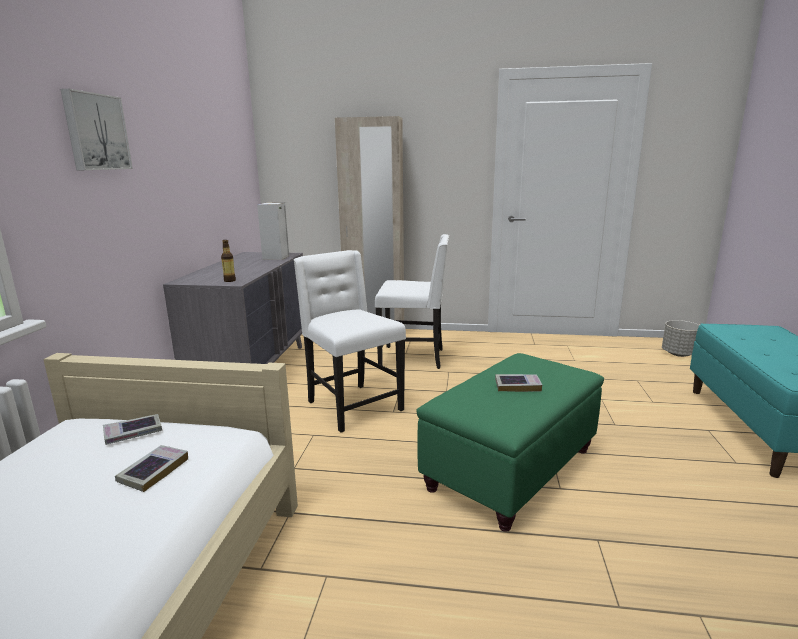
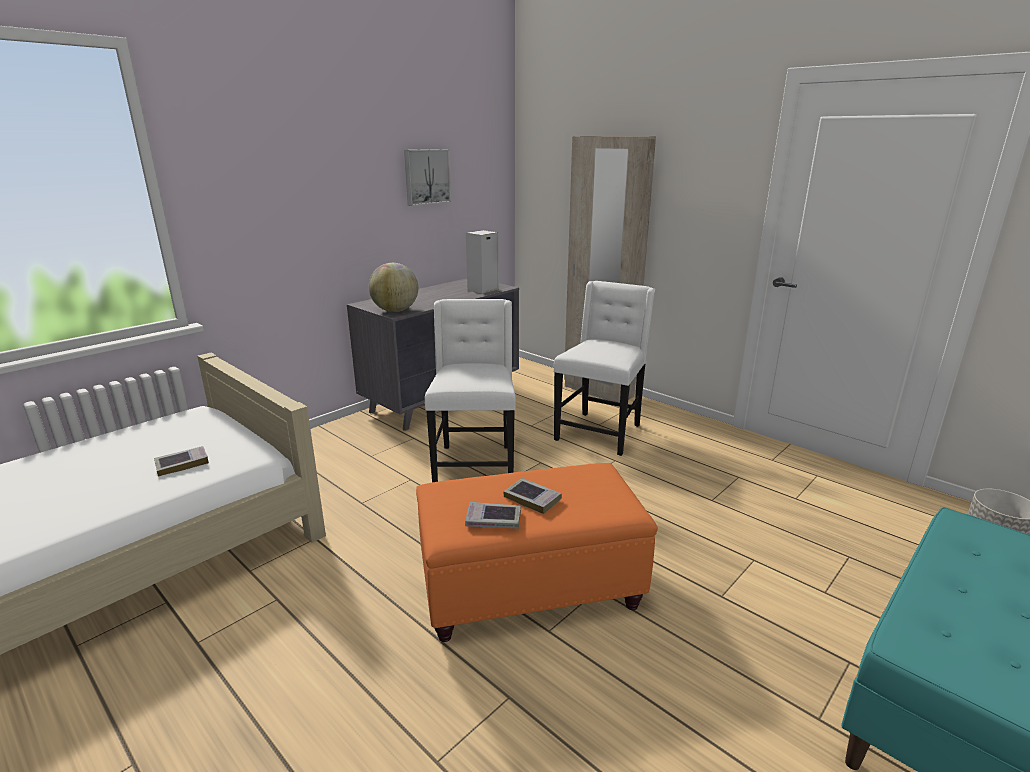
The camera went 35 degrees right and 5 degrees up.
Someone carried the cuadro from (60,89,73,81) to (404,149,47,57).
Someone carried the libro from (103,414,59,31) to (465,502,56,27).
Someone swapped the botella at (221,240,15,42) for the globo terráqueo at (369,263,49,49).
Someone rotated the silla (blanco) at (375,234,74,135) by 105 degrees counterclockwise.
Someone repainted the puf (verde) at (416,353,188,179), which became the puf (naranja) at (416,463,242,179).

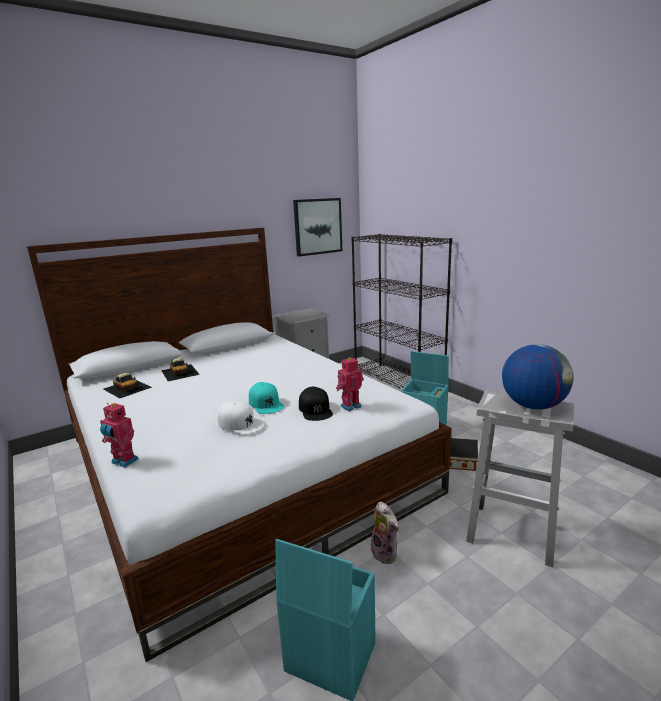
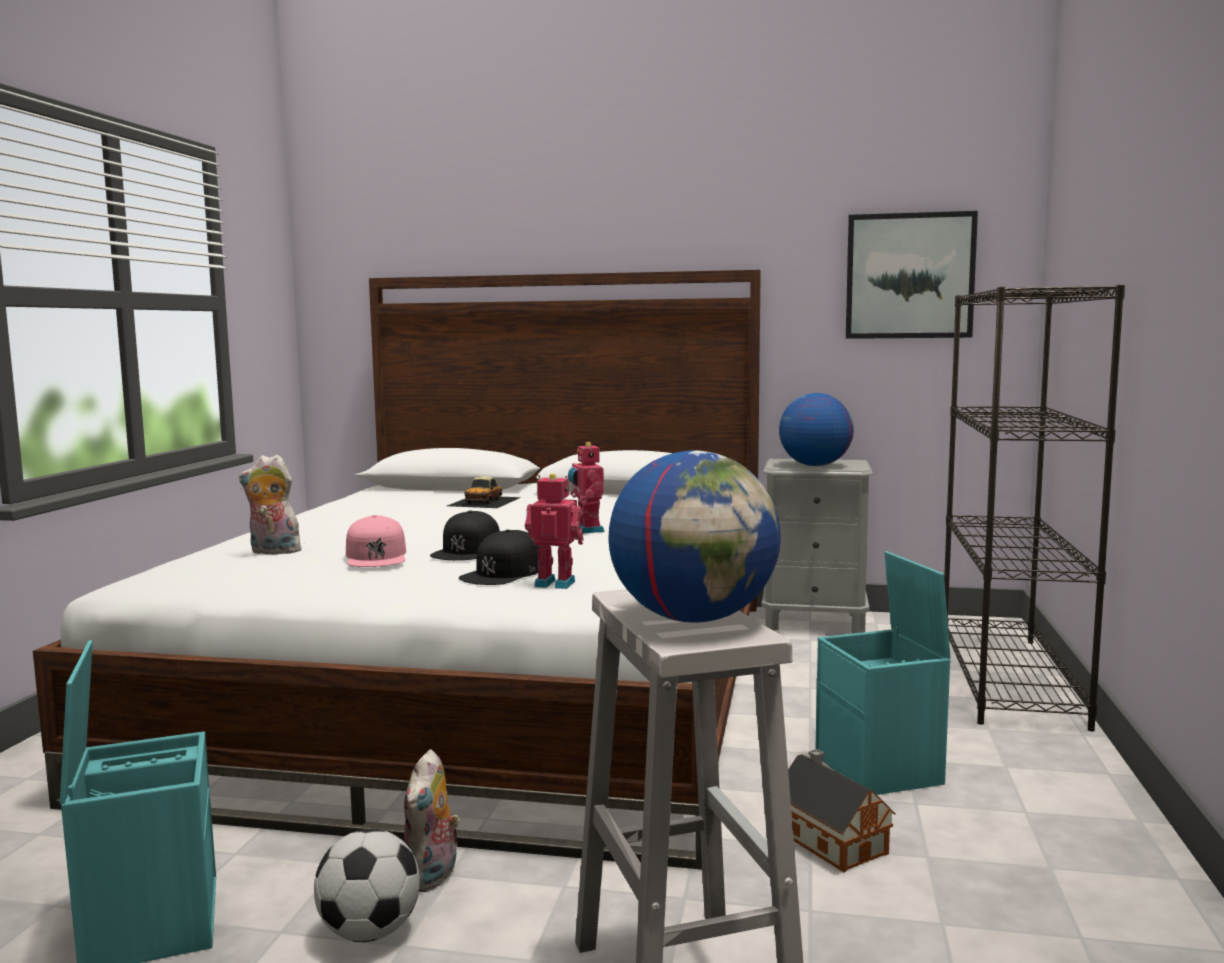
The camera went 45 degrees right and 10 degrees down.
Someone carried the robot de juguete from (100,403,39,65) to (568,442,37,91).
Someone took away the coche de juguete at (103,373,49,25).
Someone repainted the gorra (blanco) at (218,401,47,33), which became the gorra (rosa) at (346,515,60,52).
Someone repainted the gorra (turquesa) at (249,382,35,32), which became the gorra (negro) at (430,511,70,49).
Someone put down the peluche at (239,455,62,99).
Someone put down the balón de fútbol at (314,829,106,113).
Someone put down the globo terráqueo at (779,393,75,73).

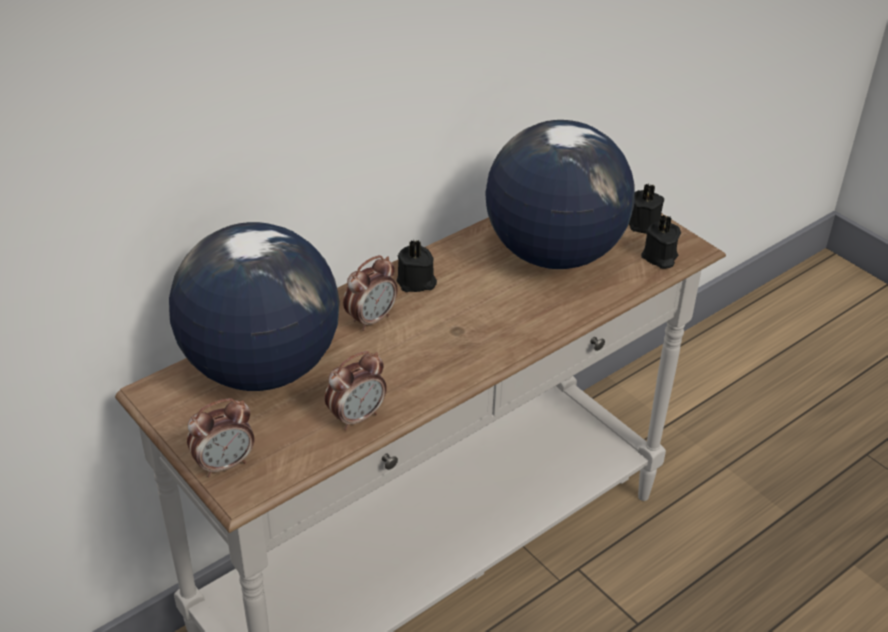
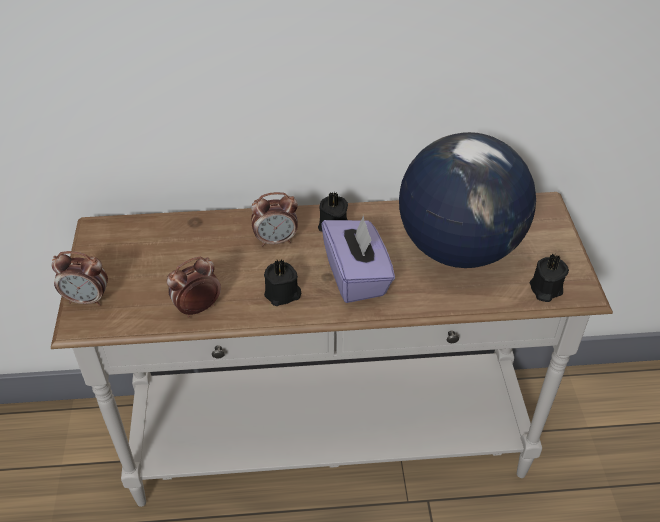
The camera went 35 degrees right and 5 degrees up.
Someone took away the globo terráqueo at (169,222,171,169).
Someone rotated the despertador at (324,351,63,79) by 150 degrees clockwise.
Someone carried the vela (negro) from (629,183,35,51) to (264,260,37,46).
Someone put down the caja de pañuelos (morado) at (321,215,74,88).

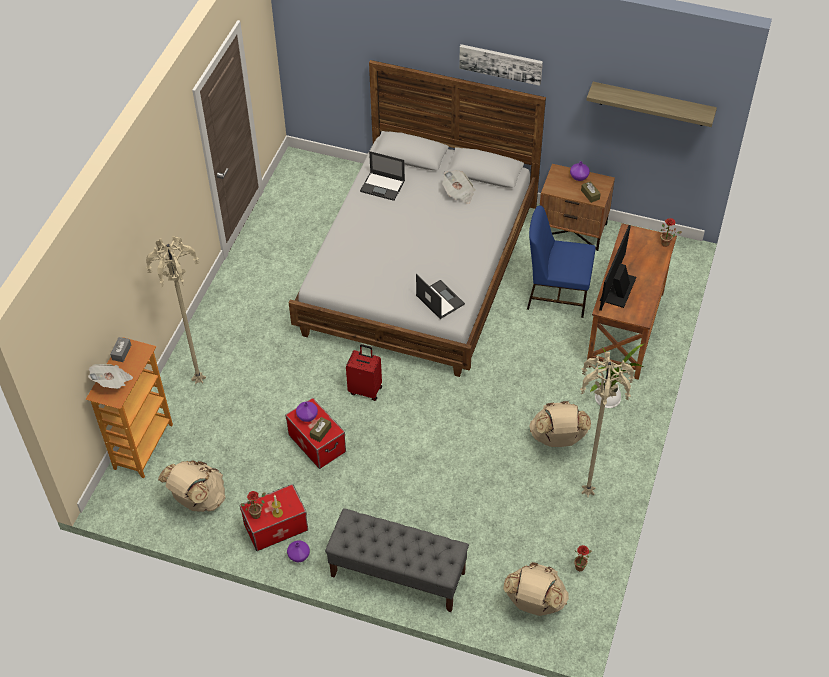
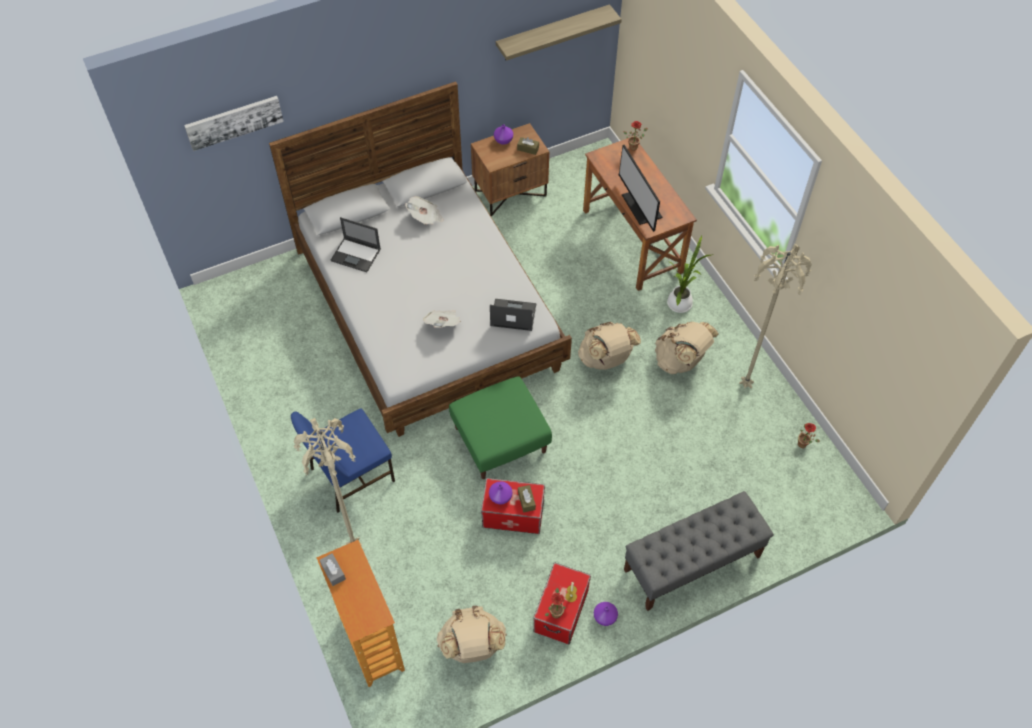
The camera went 45 degrees left and 5 degrees up.
Someone carried the periódico from (88,364,45,25) to (423,310,38,18).
Someone swapped the maleta (rojo) at (346,344,36,57) for the puf (verde) at (449,376,103,103).
Someone rotated the portátil at (360,151,45,50) by 45 degrees clockwise.
Someone carried the cuadro from (459,44,84,42) to (184,96,100,55).
Someone carried the mochila (beis) from (503,562,66,54) to (578,322,63,48).
Someone carried the silla (azul) from (527,206,69,112) to (291,409,104,104).

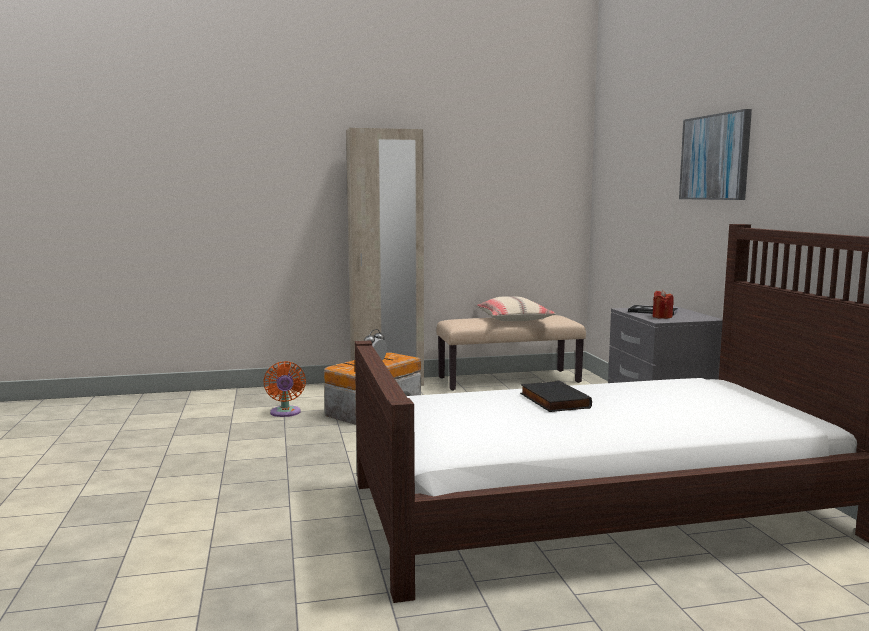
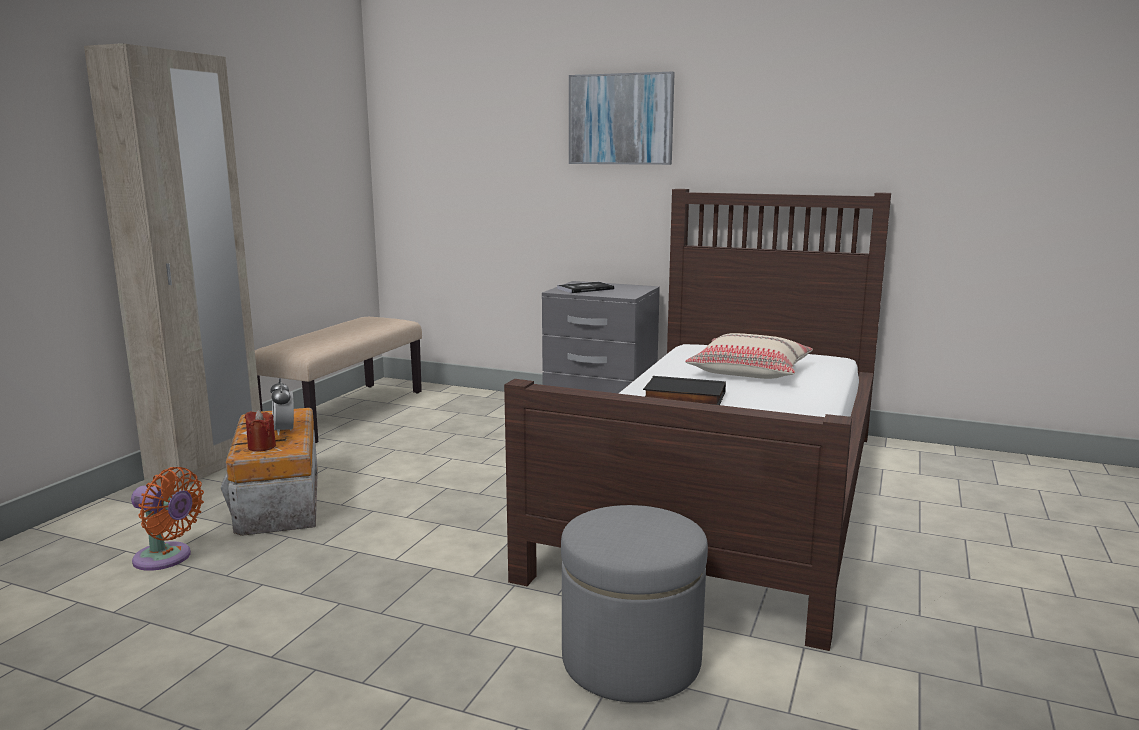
The camera went 55 degrees left and 5 degrees up.
Someone carried the cojín (beis) from (477,296,79,25) to (685,333,128,46).
Someone carried the vela (rojo) from (653,290,21,29) to (245,410,31,42).
Someone put down the puf (gris) at (561,505,147,198).

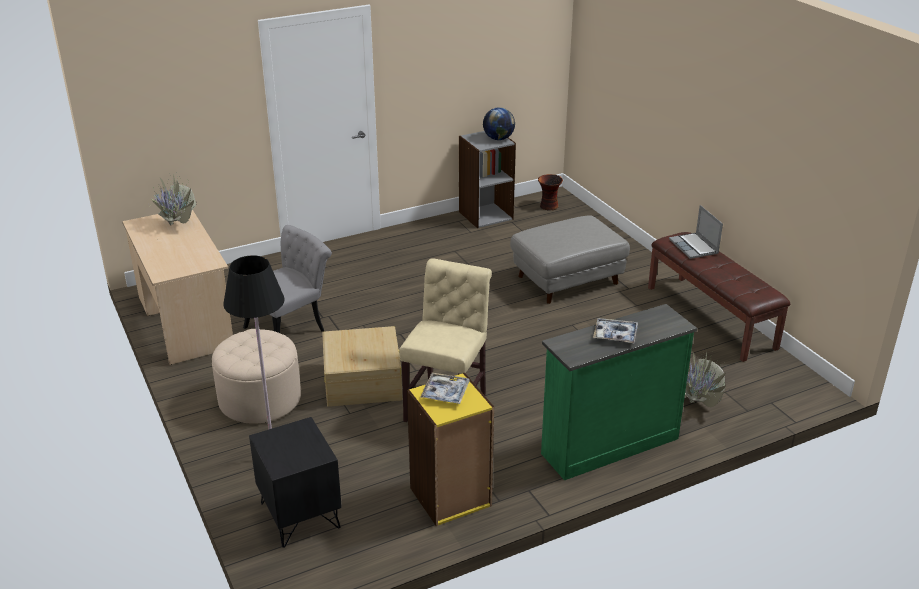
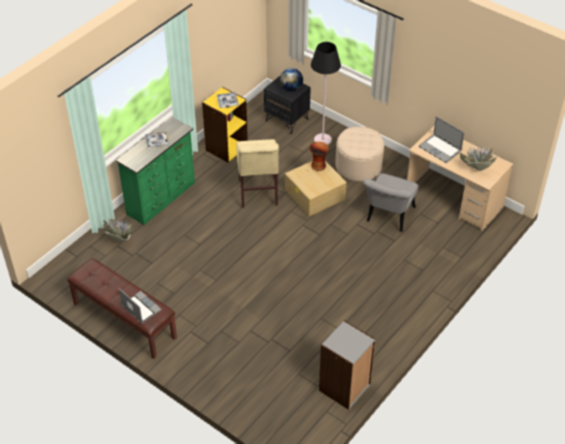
The camera went 155 degrees right and 15 degrees up.
Someone carried the globo terráqueo from (483,107,32,33) to (280,68,23,24).
Someone took away the puf (gris) at (510,215,120,89).
Someone carried the florero from (538,174,25,36) to (309,142,20,29).
Someone put down the portátil at (419,116,46,47).

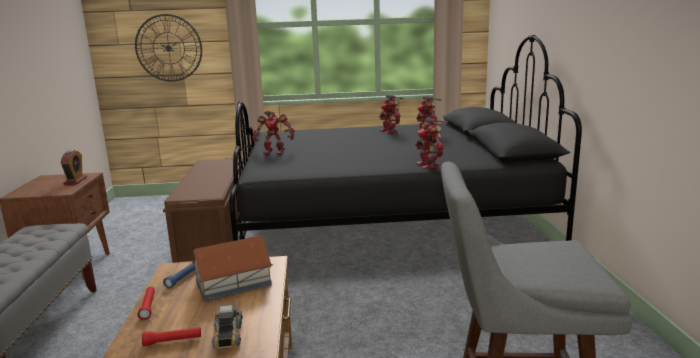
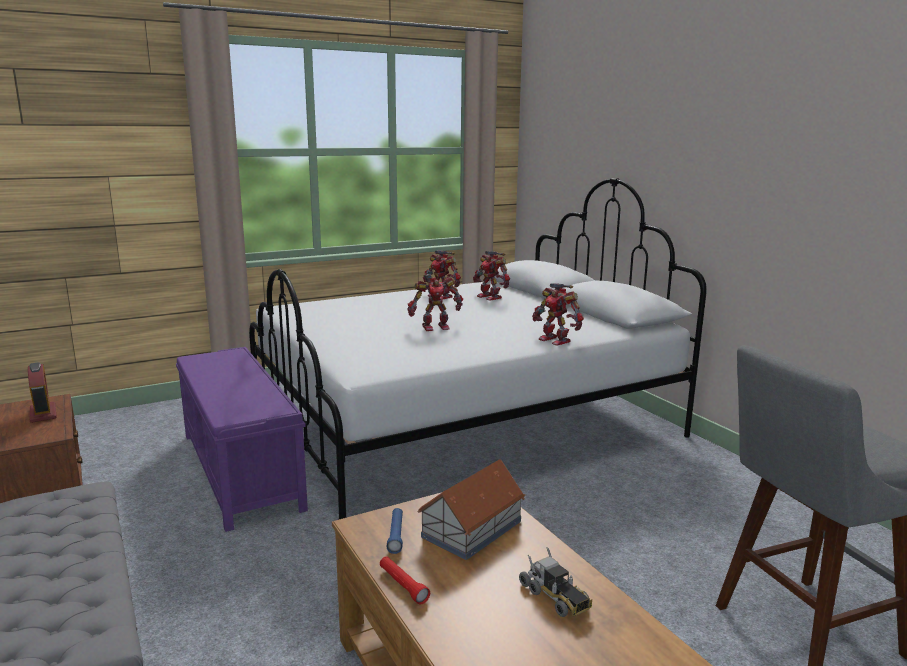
The camera went 25 degrees left and 0 degrees up.
Someone took away the reloj de pared at (135,14,67,68).
Someone took away the linterna (rojo) at (142,327,59,19).
Someone repainted the banco (marrón) at (163,158,81,105), which became the banco (morado) at (176,347,132,185).
Someone repainted the cama (negro) at (230,35,352,206), which became the cama (blanco) at (249,178,458,342).
Someone carried the robot de juguete from (252,111,43,43) to (407,274,56,57).

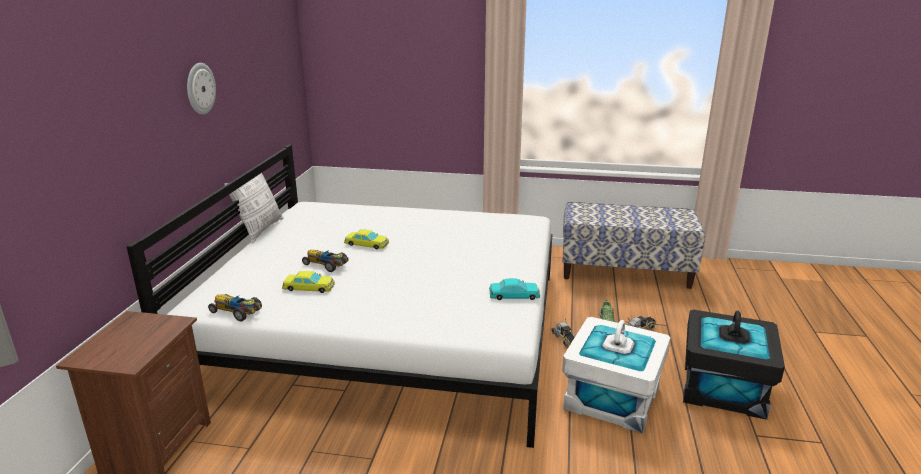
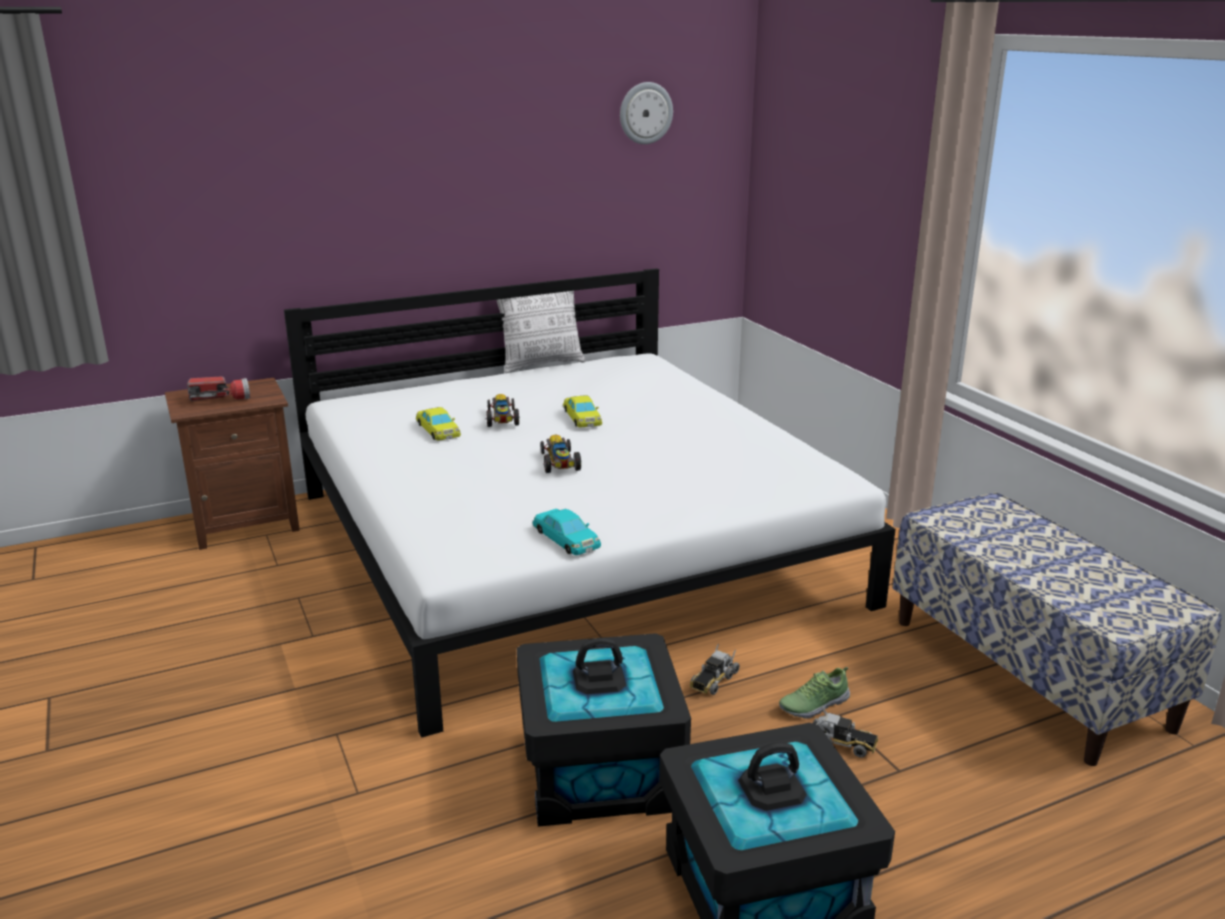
The camera went 55 degrees right and 0 degrees up.
Someone carried the reloj de pared from (187,63,29,52) to (620,82,53,62).
Someone carried the coche de juguete from (208,294,54,28) to (540,435,42,38).
Someone repainted the caja de almacenaje (blanco) at (562,317,109,117), which became the caja de almacenaje (negro) at (517,633,174,194).
Someone put down the linterna at (187,376,63,25).

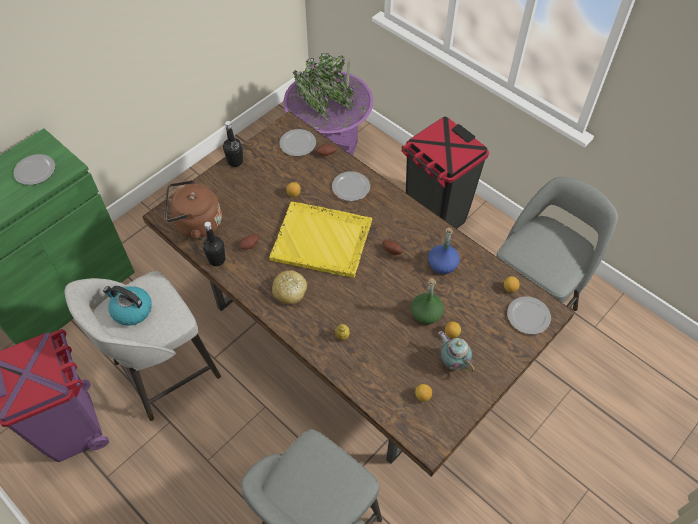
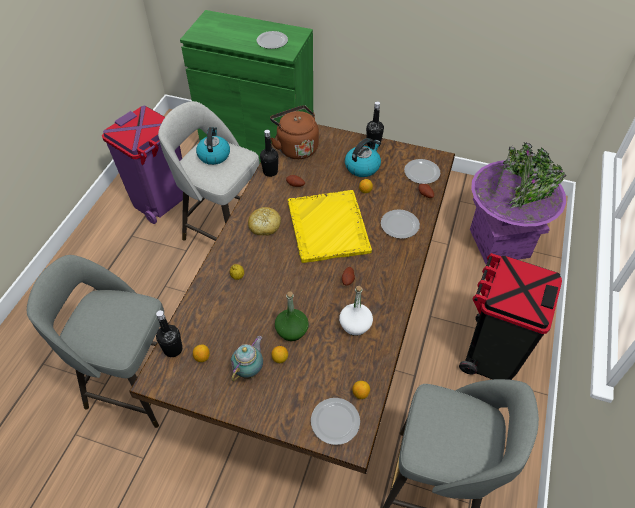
The camera went 65 degrees right and 5 degrees down.
Someone repainted the botella (azul) at (428,228,32,47), which became the botella (blanco) at (339,286,34,50).
Someone put down the botella (negro) at (156,310,26,47).
Someone put down the hervidor at (345,138,36,39).

